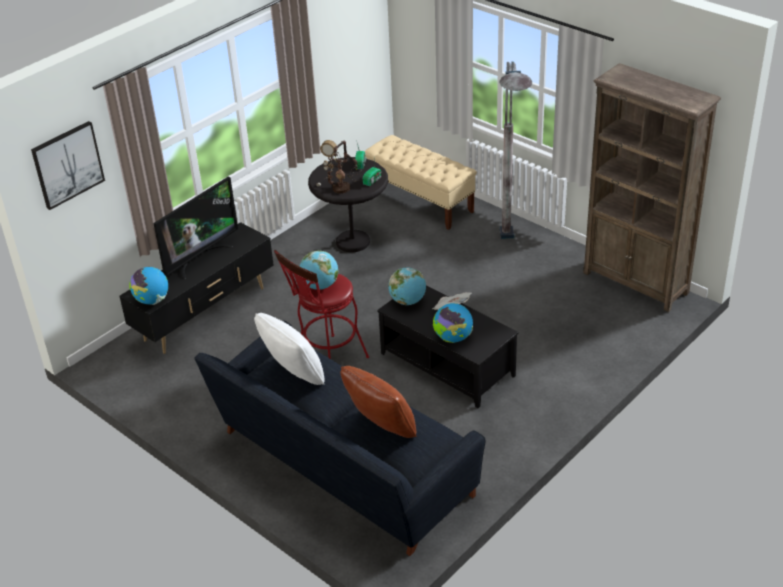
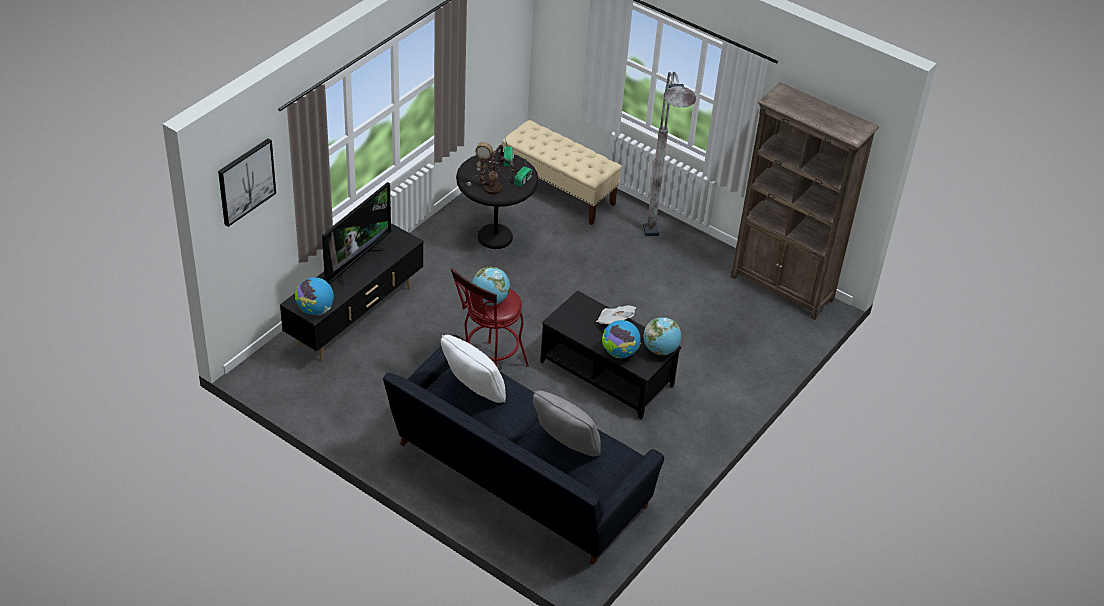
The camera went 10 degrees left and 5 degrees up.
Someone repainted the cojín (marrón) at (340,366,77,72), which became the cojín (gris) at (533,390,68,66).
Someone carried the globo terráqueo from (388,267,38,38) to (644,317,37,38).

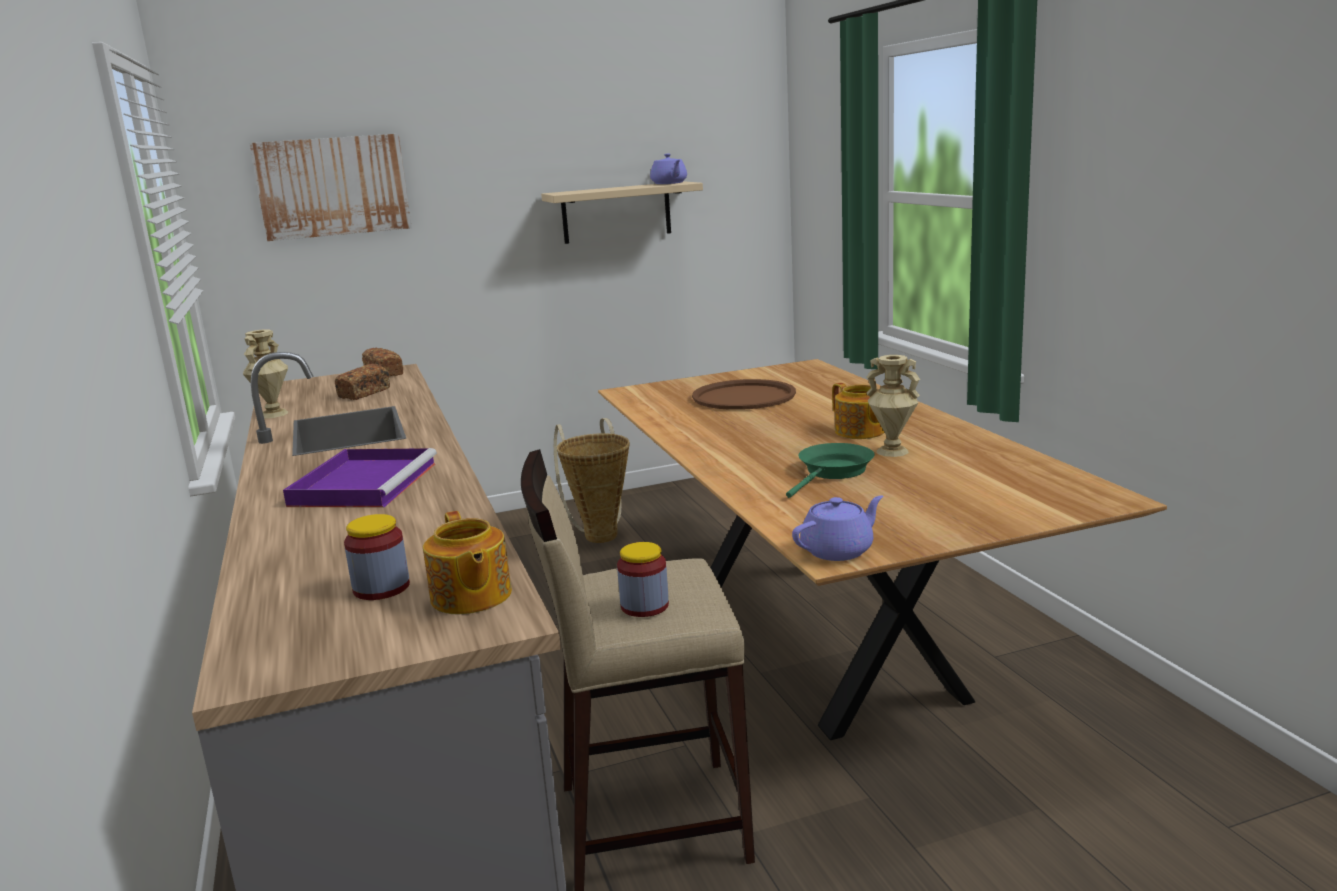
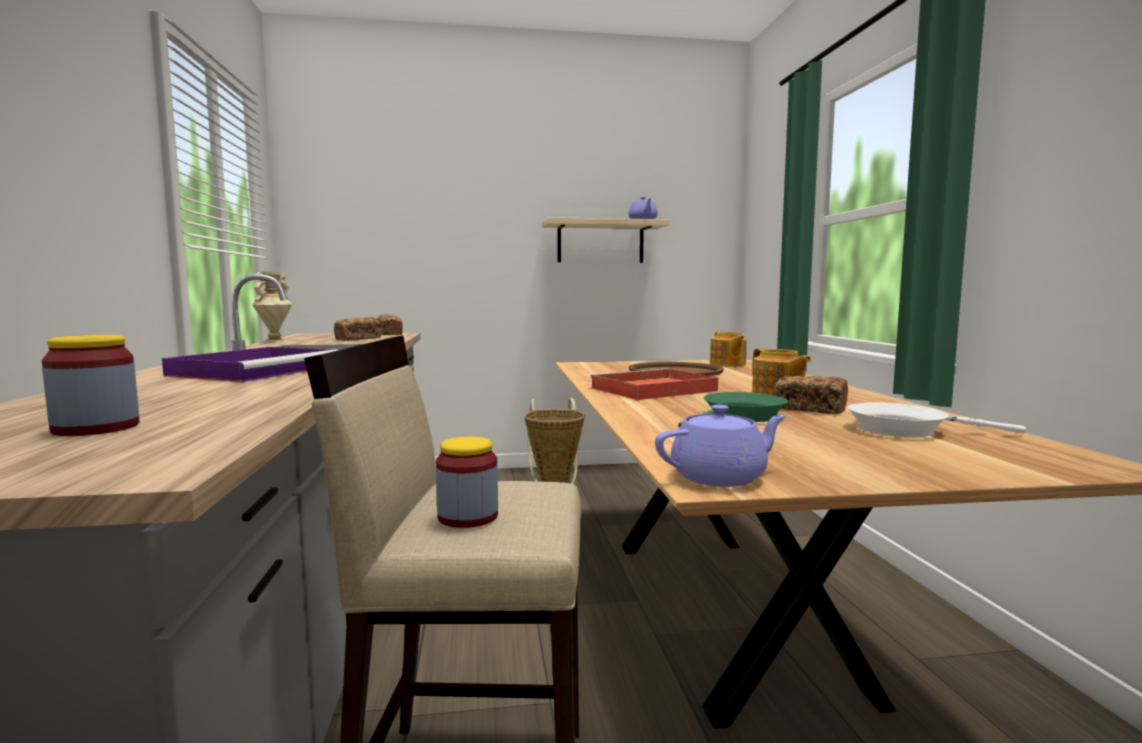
The camera went 10 degrees right and 10 degrees down.
Someone took away the cuadro at (249,134,163,107).
Someone carried the tetera from (423,511,89,103) to (710,331,37,36).
Someone swapped the florero (beis) at (866,355,54,102) for the pan at (774,376,74,38).
Someone put down the bandeja (rojo) at (590,368,128,32).
Someone put down the sartén (blanco) at (847,402,179,35).

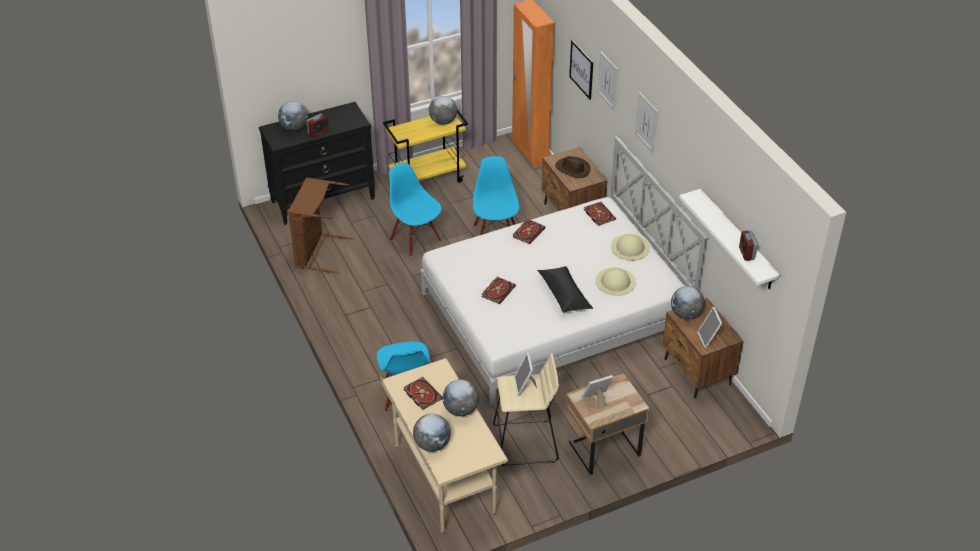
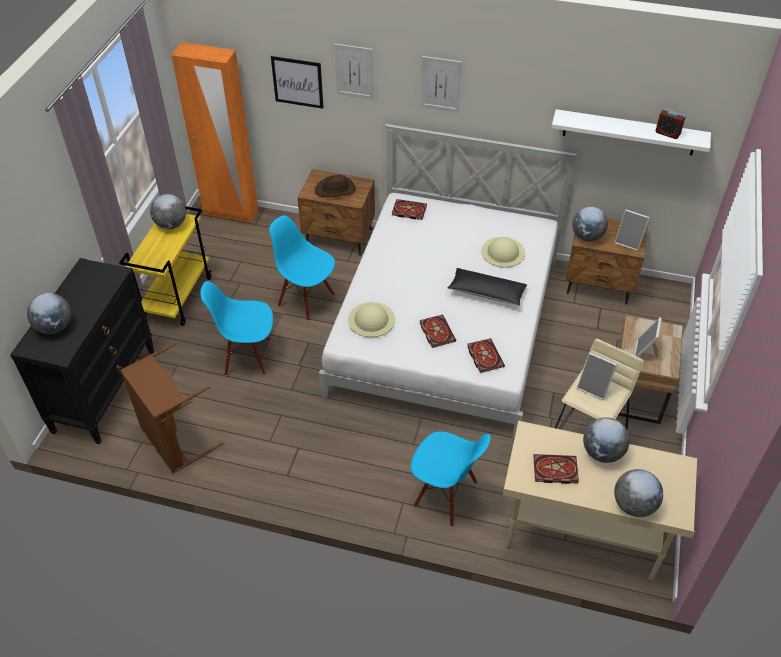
The camera went 50 degrees left and 5 degrees up.
Someone took away the despertador at (307,114,20,24).
Someone carried the libro from (513,219,33,25) to (467,338,38,35).
Someone carried the sombrero (beis) from (611,234,39,27) to (348,302,47,35).

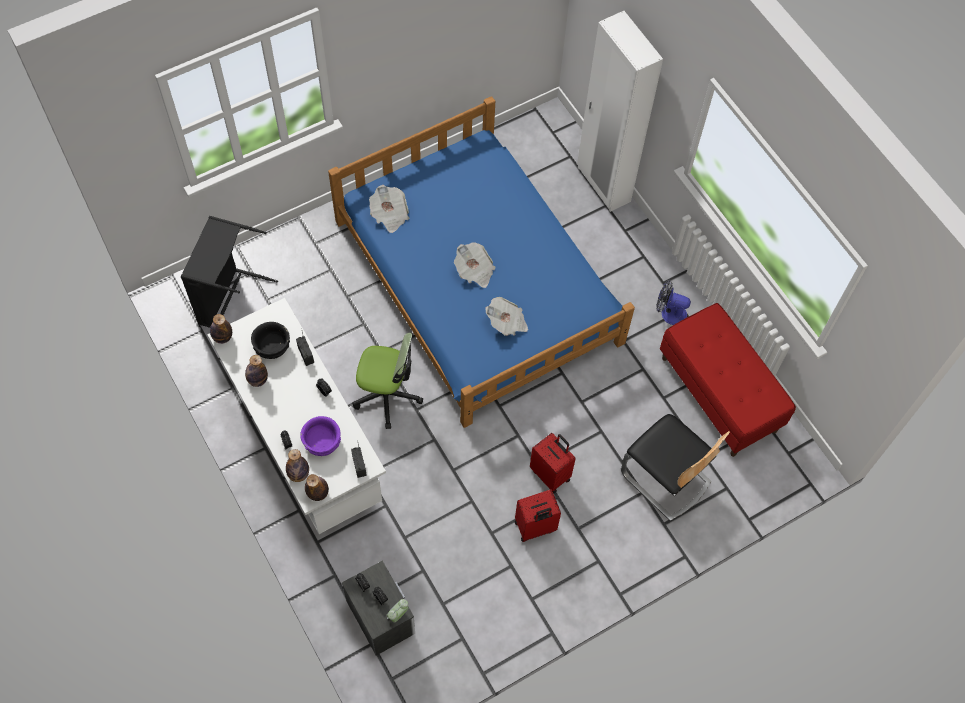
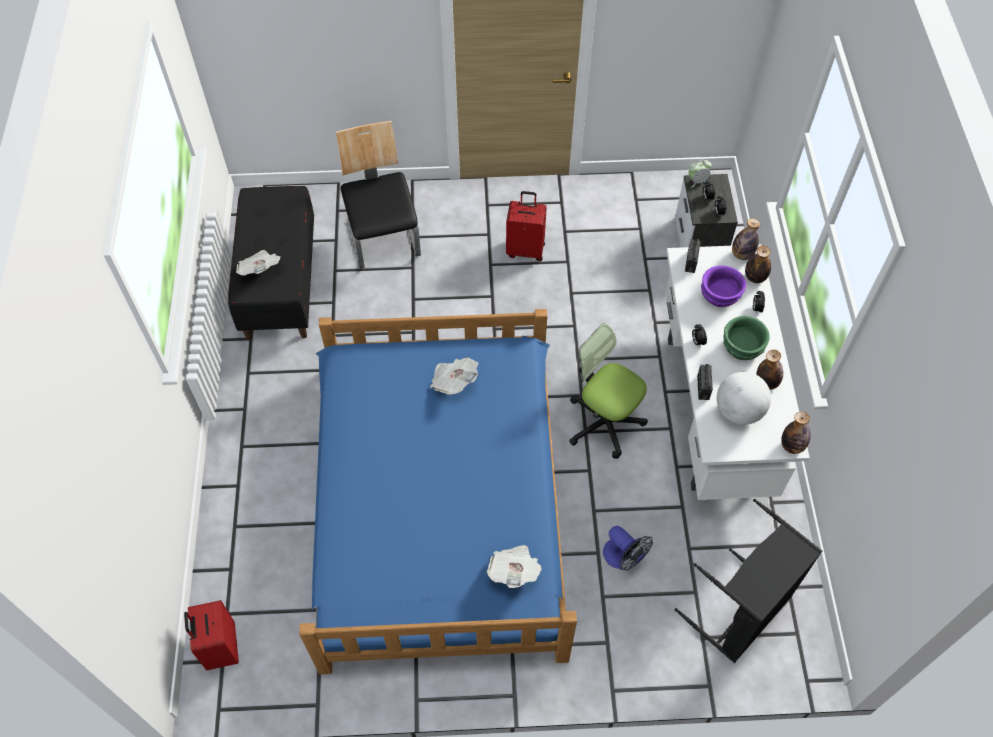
The camera went 150 degrees left and 5 degrees down.
Someone swapped the cuenco (negro) at (251,322,39,37) for the globo terráqueo at (717,372,54,53).
Someone carried the periódico from (454,242,42,46) to (236,250,45,25).
Someone carried the maleta (rojo) from (530,433,46,60) to (184,600,55,70).
Someone took away the armario ropero (blanco) at (577,11,86,201).
Someone carried the ventilador from (656,280,35,45) to (603,526,50,44).
Someone repainted the banco (rojo) at (660,303,136,154), which became the banco (negro) at (228,186,86,155).
Someone put down the cuenco (verde) at (723,316,47,44).

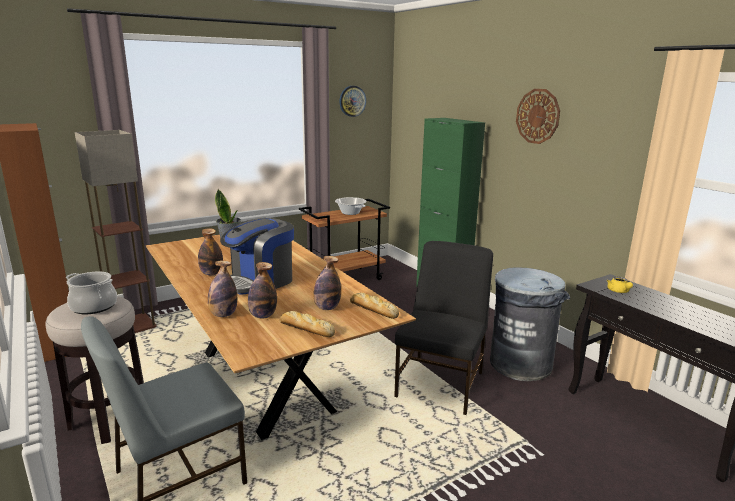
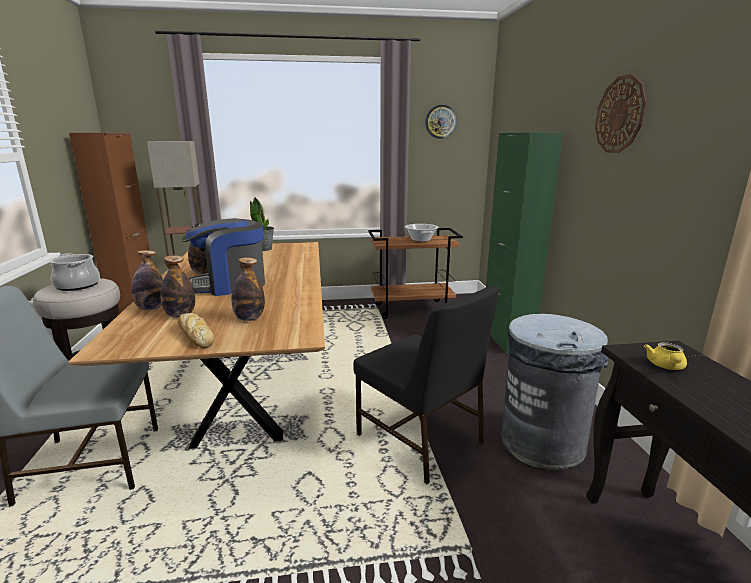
The camera went 25 degrees right and 0 degrees up.
Someone took away the pan at (350,293,49,26).
Someone rotated the silla (negro) at (394,241,99,174) by 90 degrees clockwise.

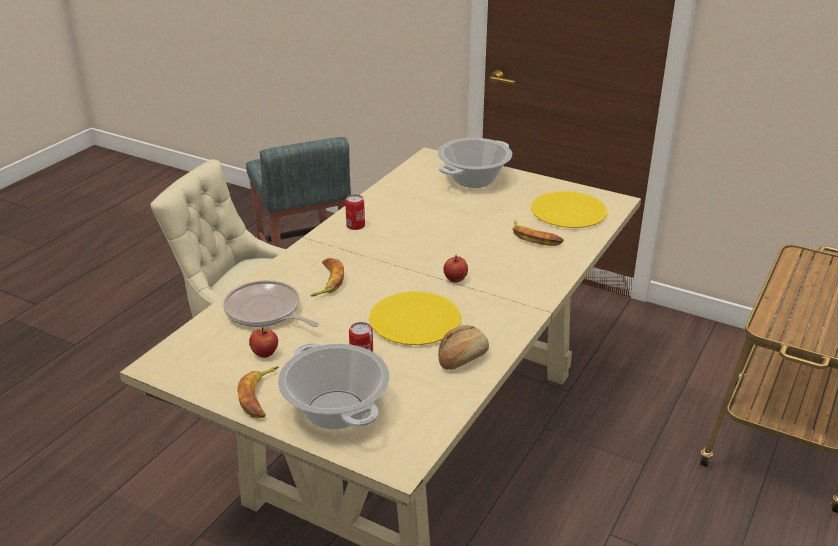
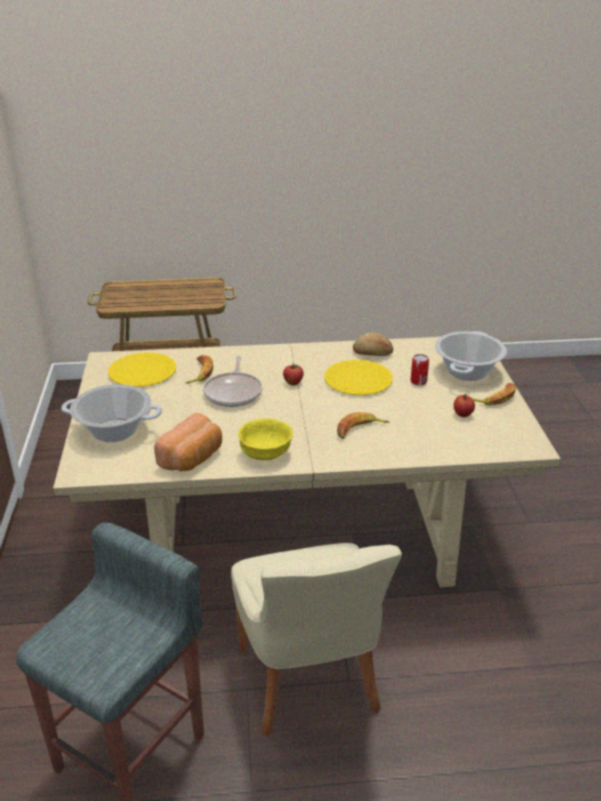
The camera went 125 degrees left and 0 degrees up.
Someone carried the sartén from (223,280,96,47) to (203,356,59,51).
Someone swapped the lata at (345,194,20,36) for the cuenco (amarillo) at (238,418,55,42).
Someone put down the pan at (154,413,68,58).

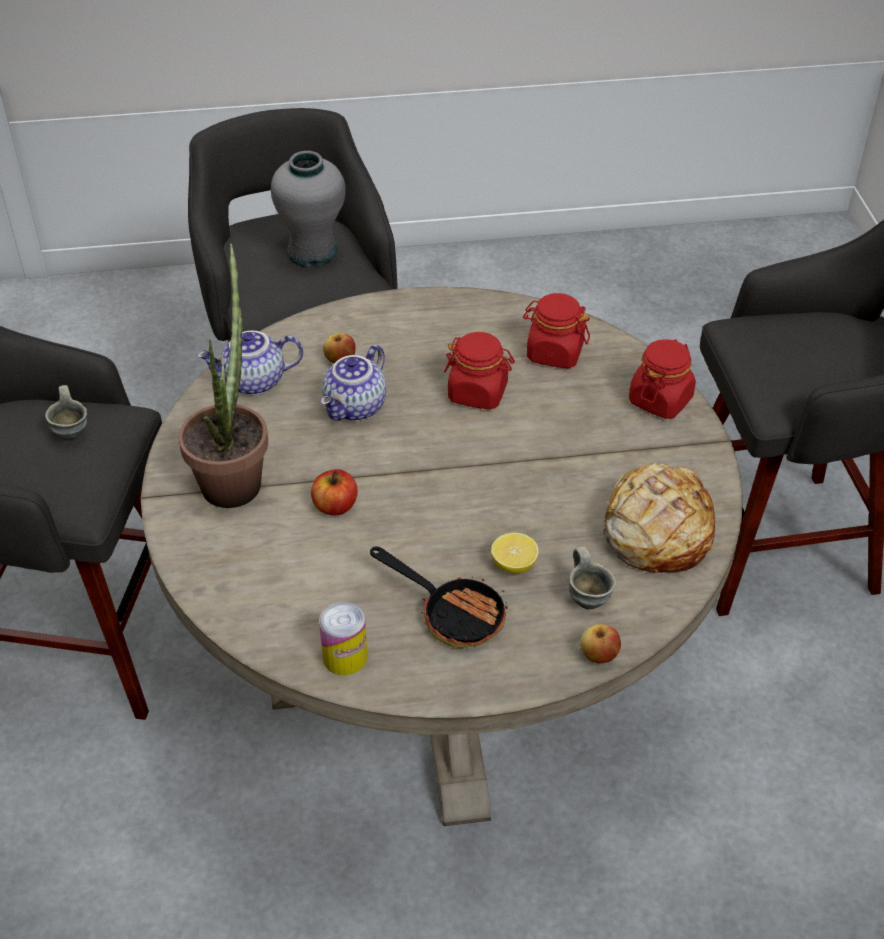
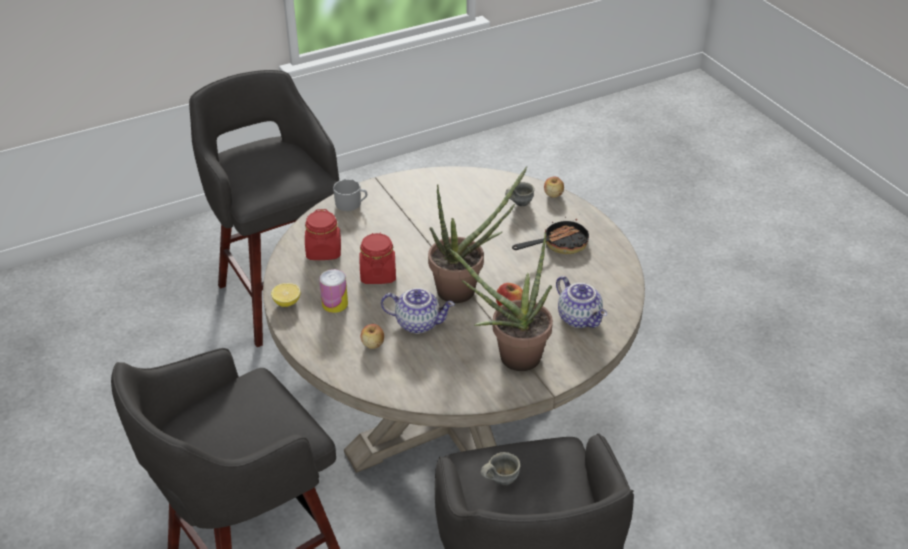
The camera went 110 degrees left and 5 degrees down.
Someone carried the tetera from (196,331,107,64) to (556,276,51,52).
Someone took away the florero (gris) at (271,151,75,116).
Someone carried the lata from (319,602,49,73) to (319,269,29,44).
Someone rotated the sartén at (370,546,138,102) by 45 degrees clockwise.
Someone carried the limón from (491,533,48,40) to (271,283,29,24).
Someone took away the pan at (603,463,112,110).
Someone swapped the tarro (rojo) at (629,339,67,80) for the taza grande (gris) at (333,179,34,32).
Someone put down the planta en maceta at (428,166,99,137).

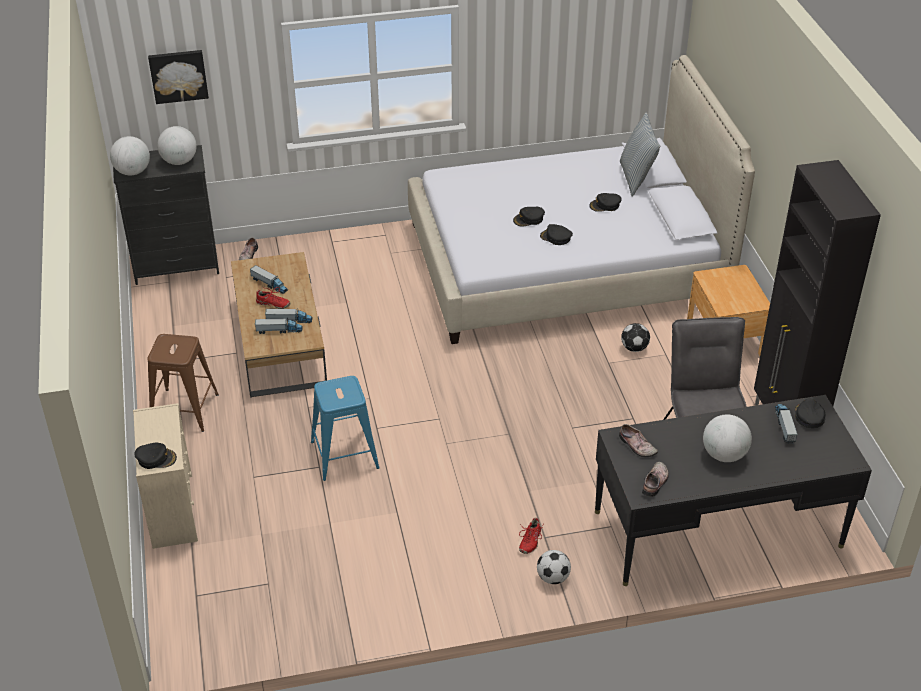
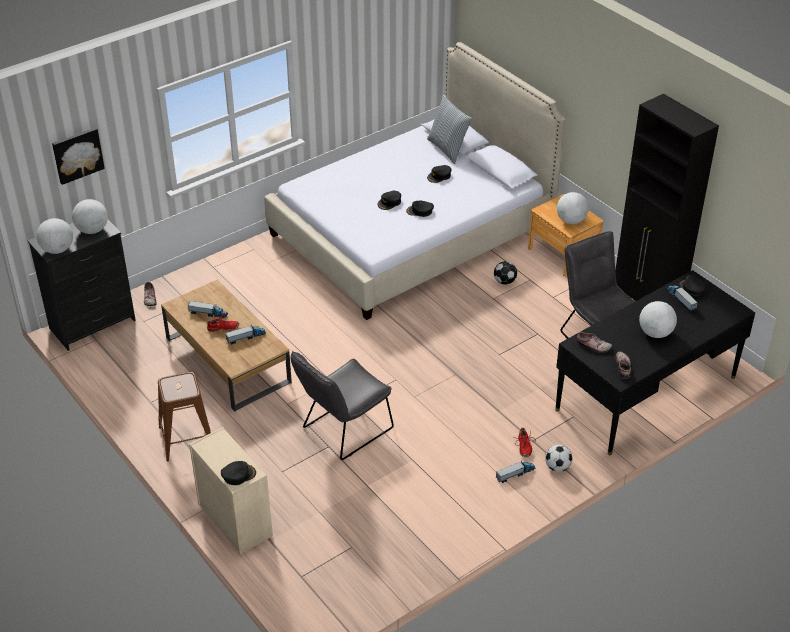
The camera went 25 degrees left and 0 degrees up.
Someone carried the camión de juguete from (255,318,48,16) to (496,461,40,22).
Someone swapped the taburete (azul) at (311,376,69,105) for the silla (gris) at (291,351,103,109).
Someone put down the globo terráqueo at (557,192,32,32).

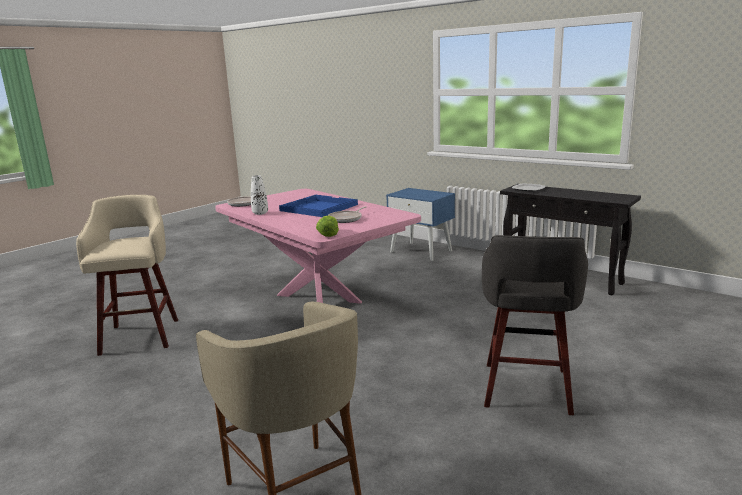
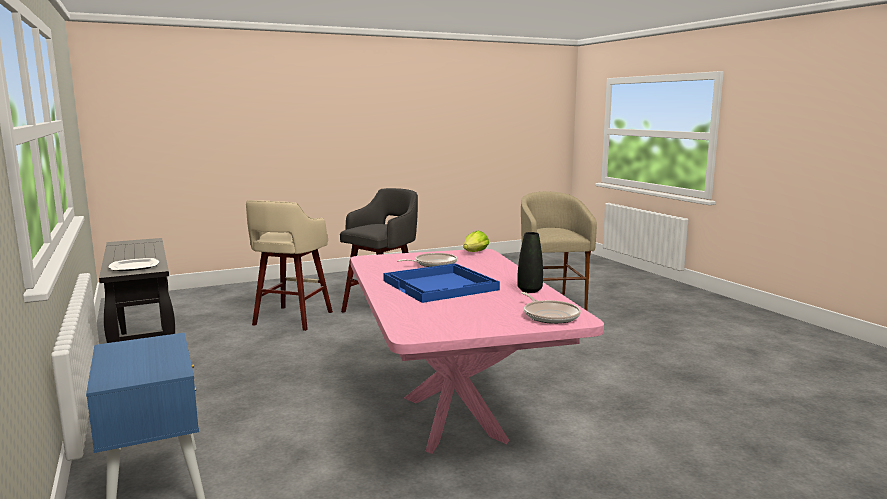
The camera went 155 degrees left and 5 degrees down.
Someone carried the taburete (beis) from (76,195,102,161) to (246,200,87,131).
Someone repainted the florero (blanco) at (251,175,17,40), which became the florero (negro) at (517,232,26,61).

